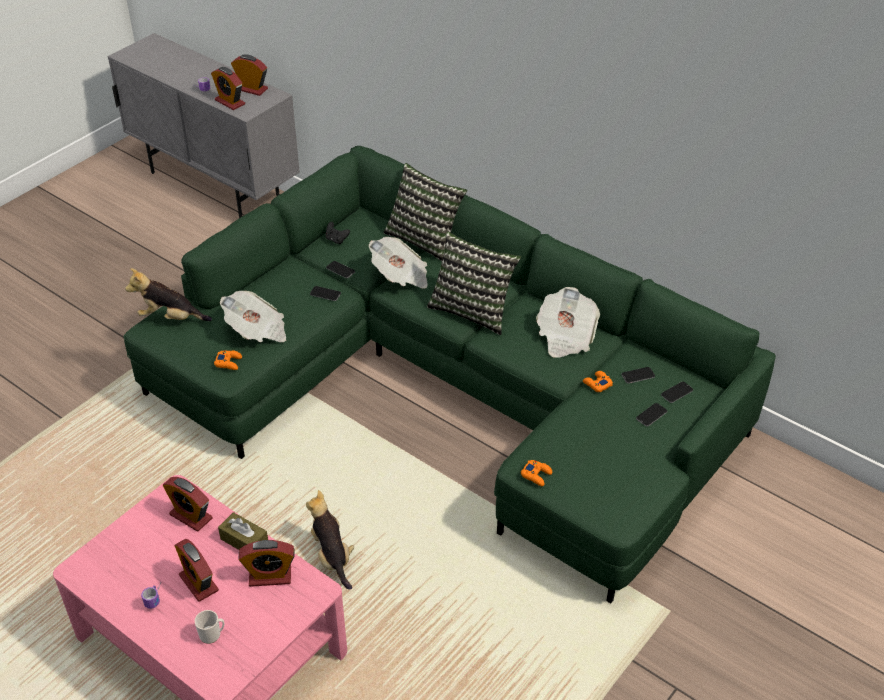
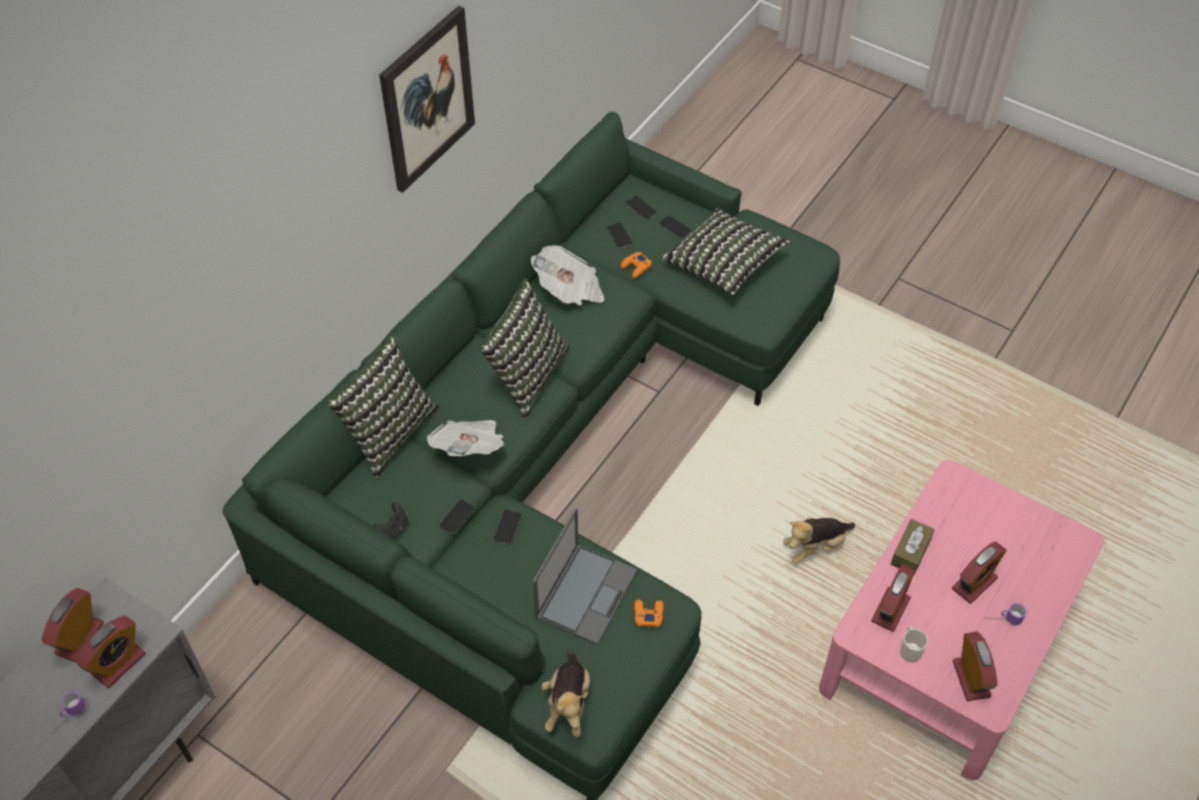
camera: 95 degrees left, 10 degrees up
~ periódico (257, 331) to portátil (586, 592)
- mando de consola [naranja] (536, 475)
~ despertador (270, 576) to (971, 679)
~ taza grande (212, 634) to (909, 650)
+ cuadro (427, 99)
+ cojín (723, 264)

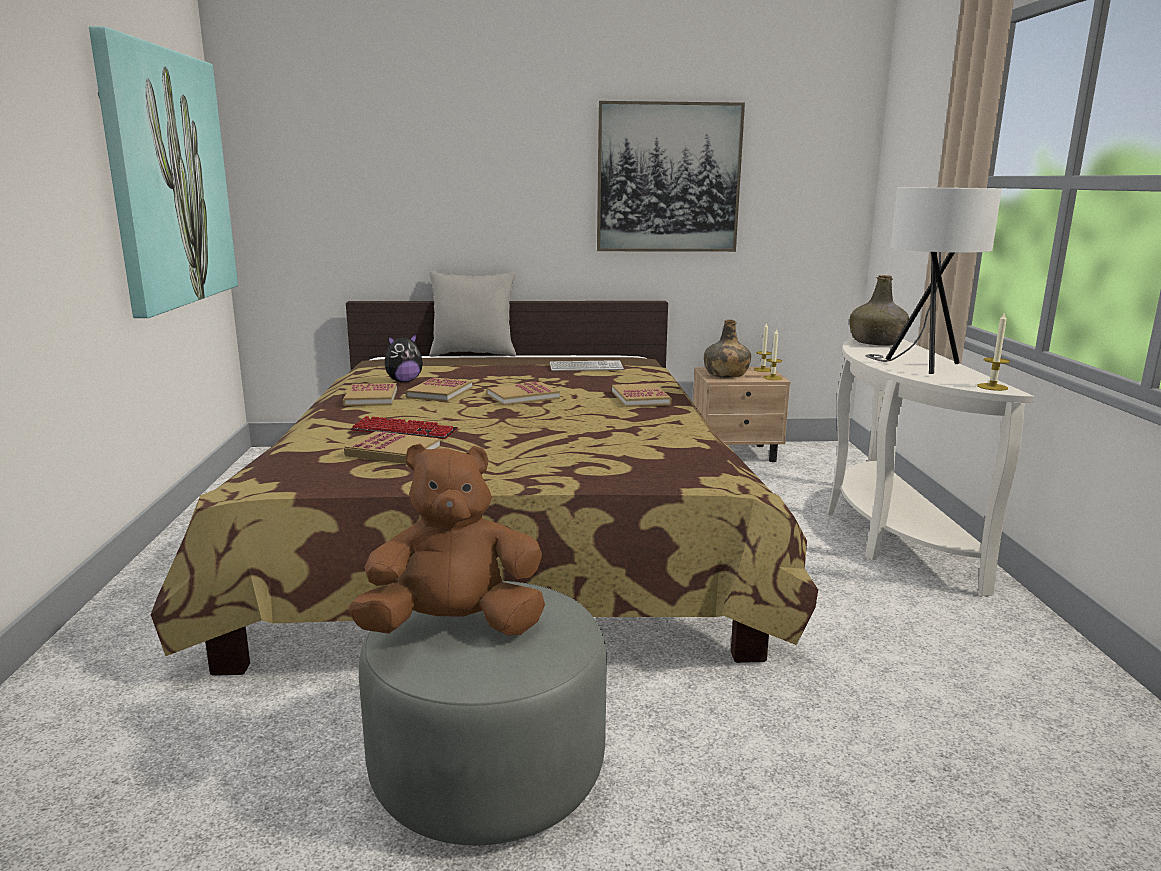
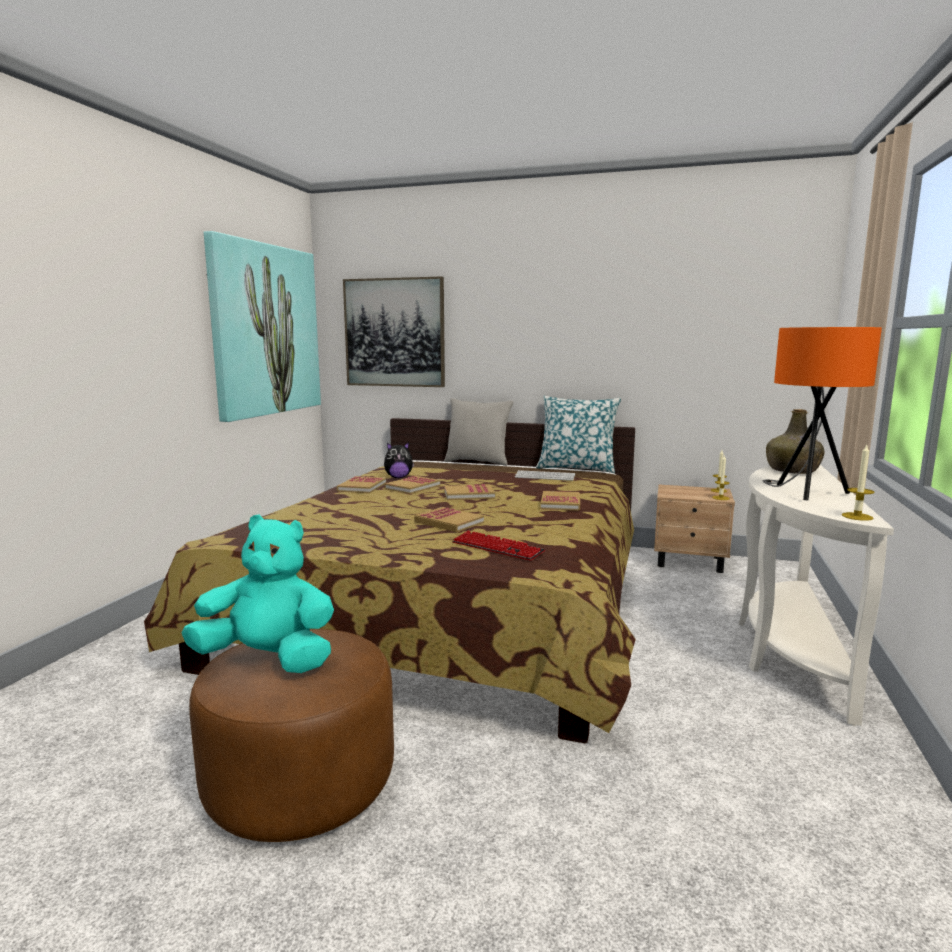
camera: 20 degrees right, 5 degrees down
~ cuadro (668, 178) to (394, 333)
~ lámpara de mesa [blanco] (920, 366) to lámpara de mesa [naranja] (806, 493)
- botella [verde] (725, 374)
~ teclado (404, 431) to (497, 548)
~ libro (393, 452) to (449, 522)
~ peluche [marrón] (454, 627) to peluche [turquesa] (269, 659)
~ puf [gris] (488, 771) to puf [marrón] (301, 783)
+ cojín (576, 468)

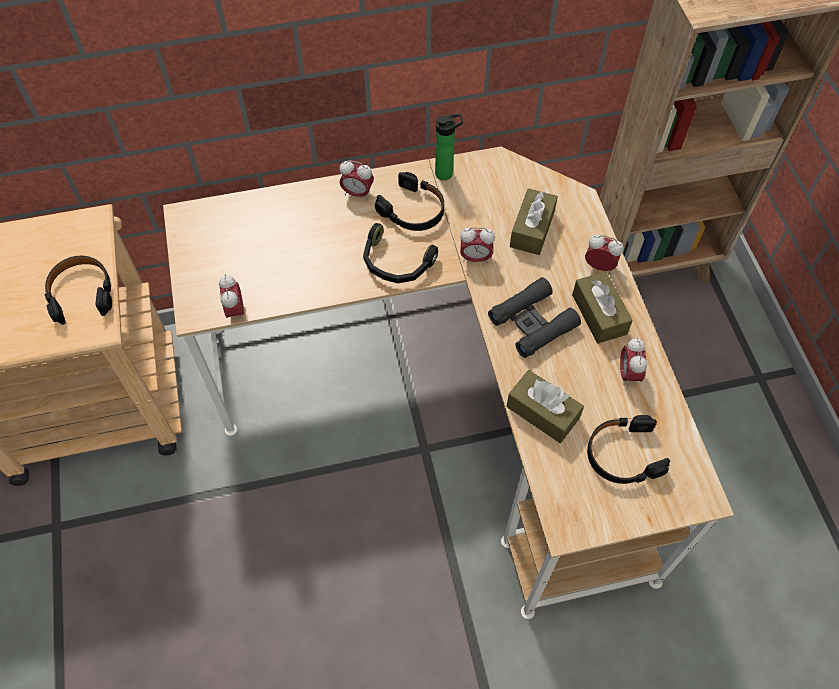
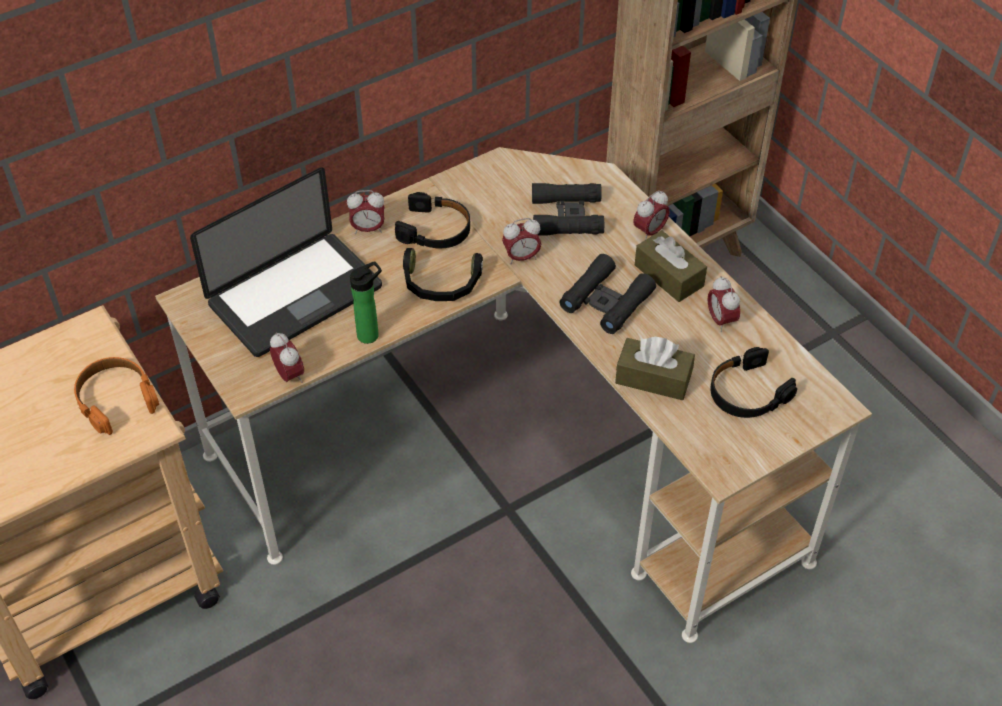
camera: 20 degrees left, 10 degrees down
~ botella (446, 173) to (371, 334)
~ caja de pañuelos [marrón] (532, 229) to prismáticos [negro] (567, 216)
~ despertador (599, 266) = (649, 232) 135 degrees clockwise
~ auriculares [negro] (82, 293) to auriculares [naranja] (115, 399)
+ portátil (295, 296)

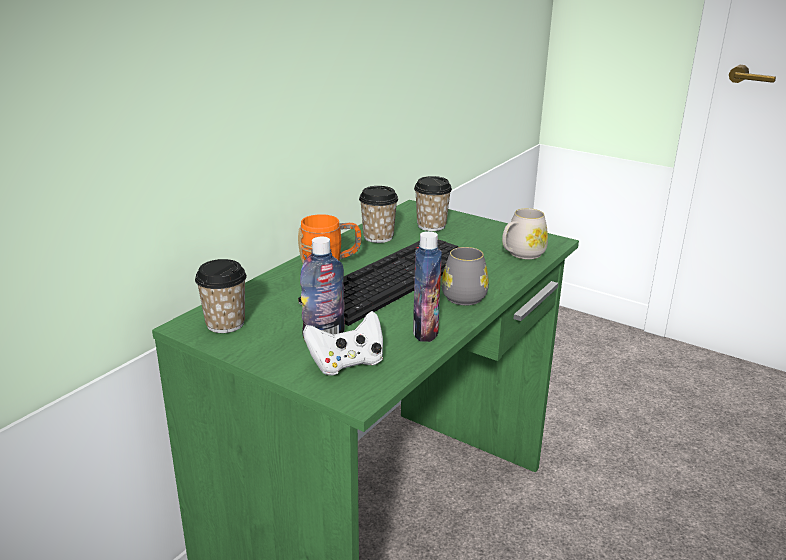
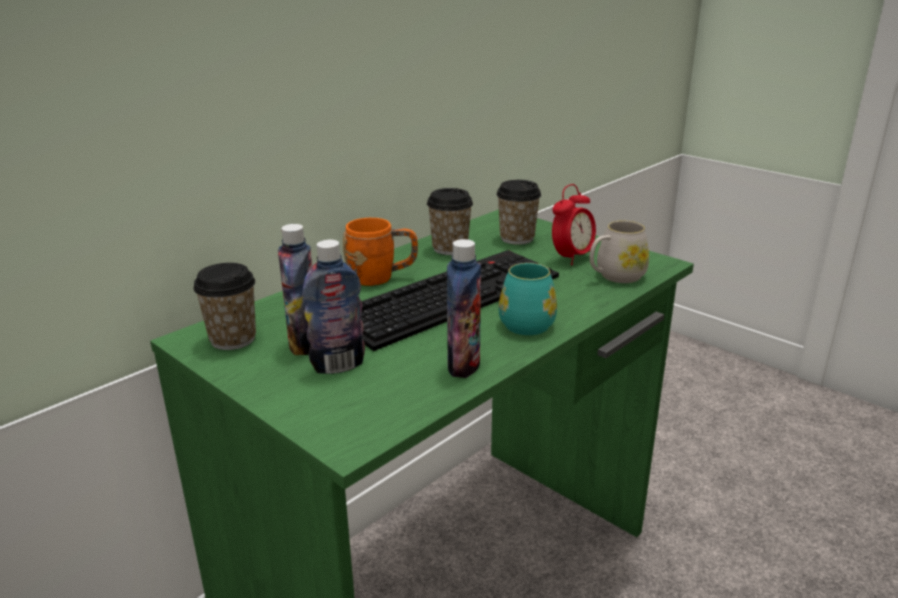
camera: 10 degrees right, 0 degrees up
~ taza grande [gris] (464, 294) to taza grande [turquesa] (528, 321)
- mando de consola [blanco] (347, 363)
+ despertador (572, 258)
+ botella (304, 344)

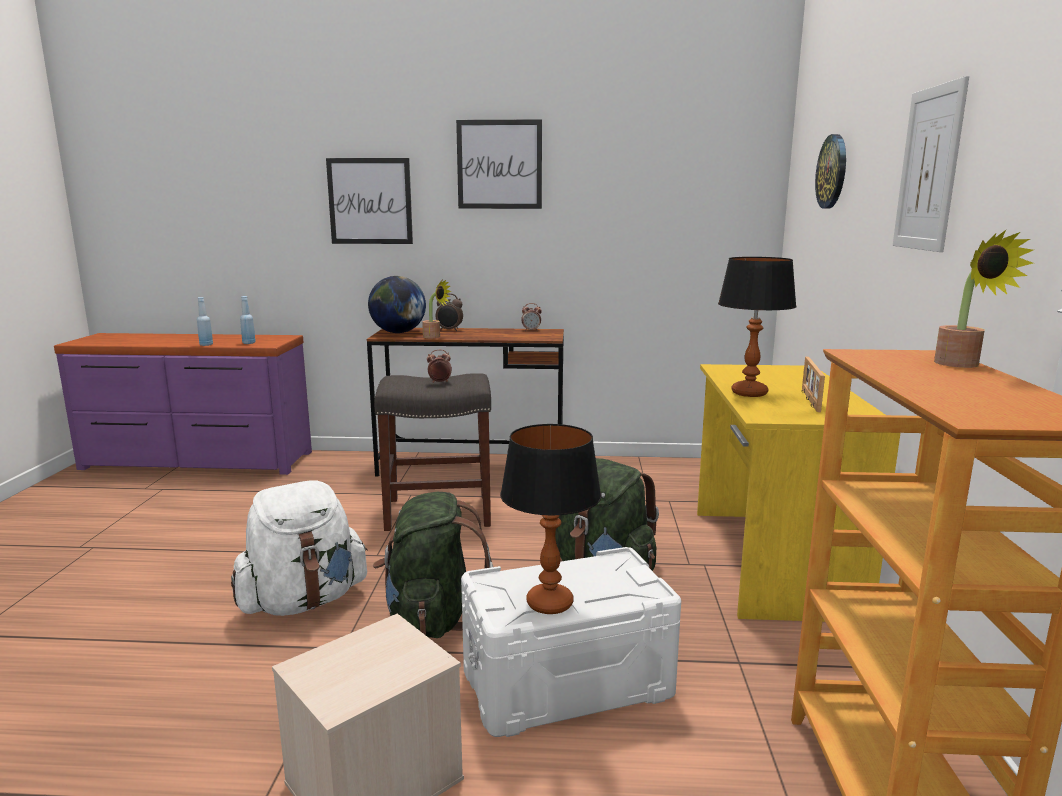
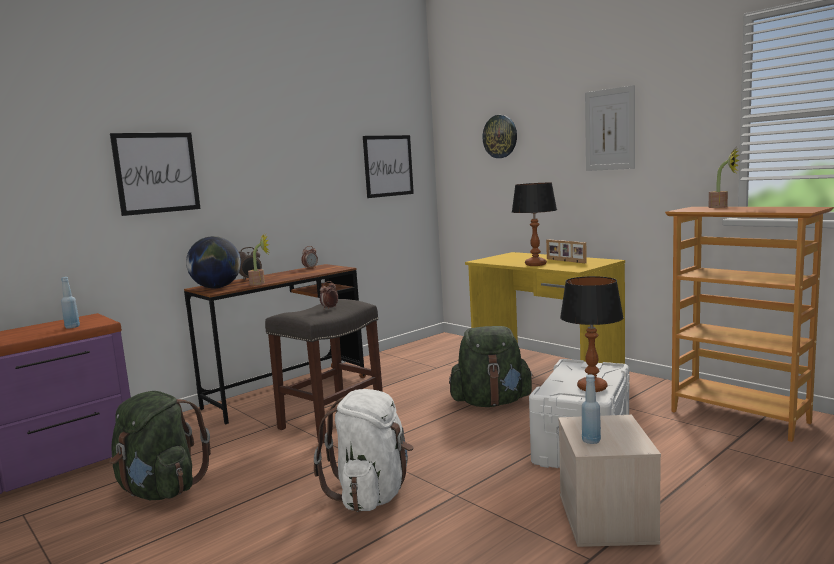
camera: 45 degrees left, 5 degrees down
~ cuadro (499, 164) to (388, 166)
~ botella [azul] (206, 345) to (591, 441)
~ mochila [verde] (432, 618) to (160, 490)

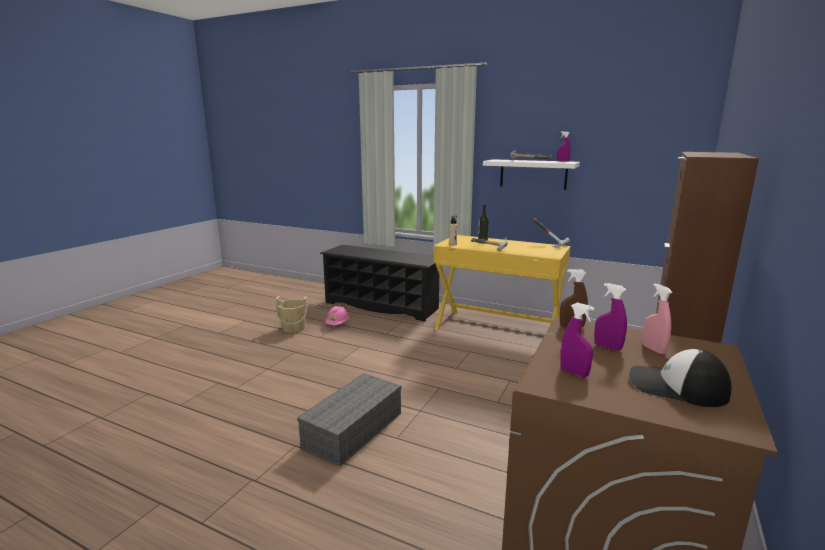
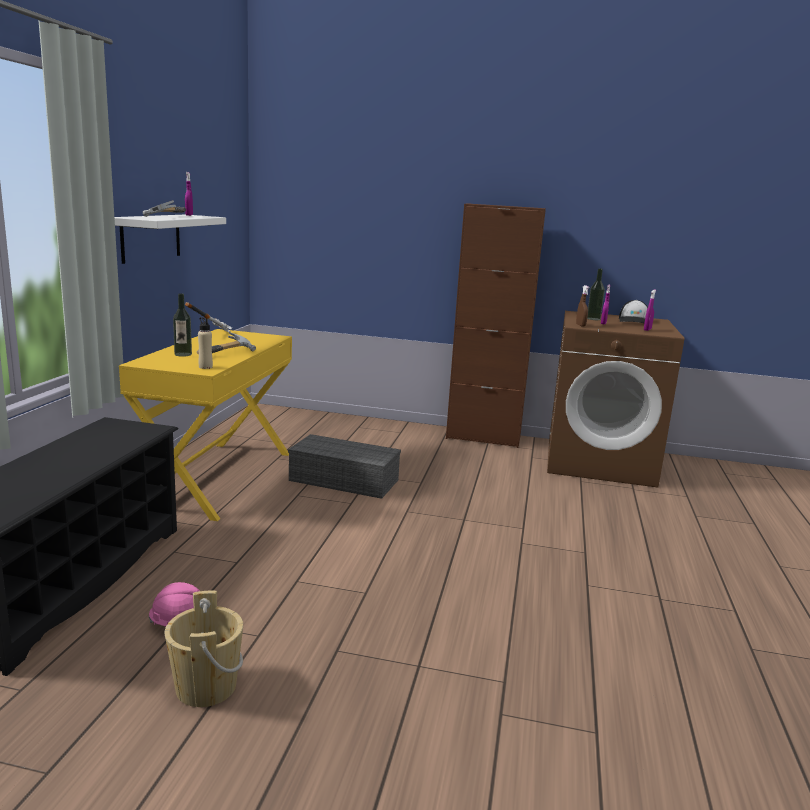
camera: 105 degrees left, 0 degrees up
~ pulverizador [rosa] (653, 349) to botella (593, 319)
~ caja de almacenaje [gris] (353, 430) to (346, 480)

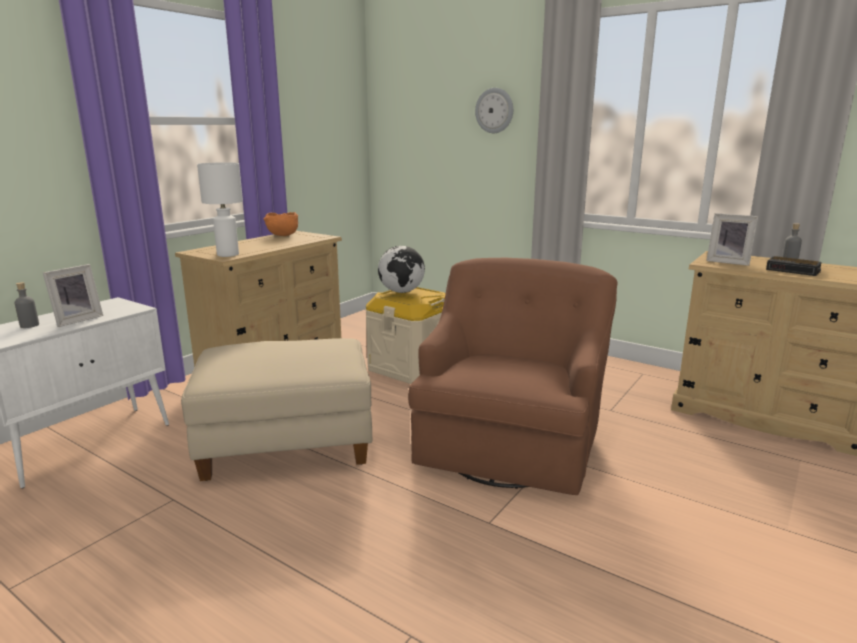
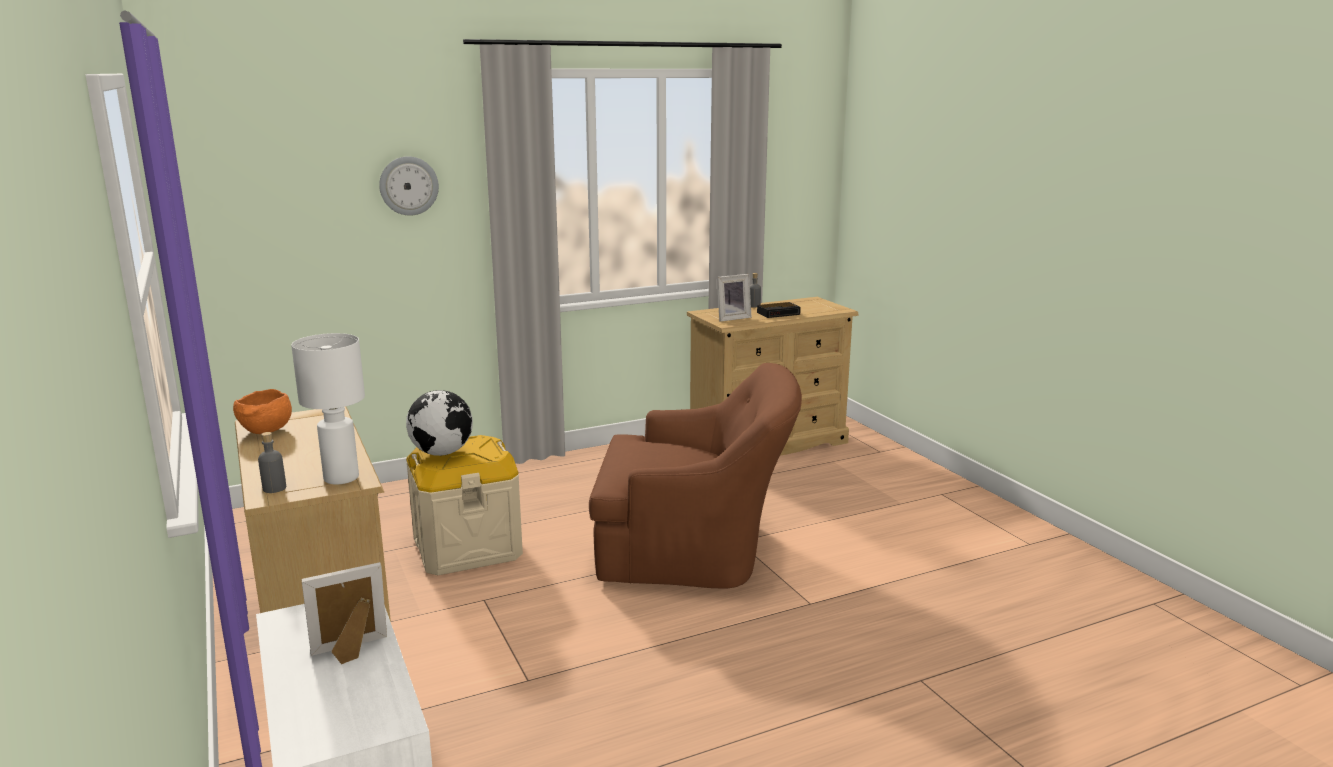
camera: 60 degrees left, 0 degrees up
~ sillón [marrón] (510, 441) = (696, 550) 135 degrees clockwise
~ portarretratos (76, 320) = (351, 652) 90 degrees counterclockwise
~ botella [gris] (29, 325) to (274, 488)
- puf [beis] (287, 443)

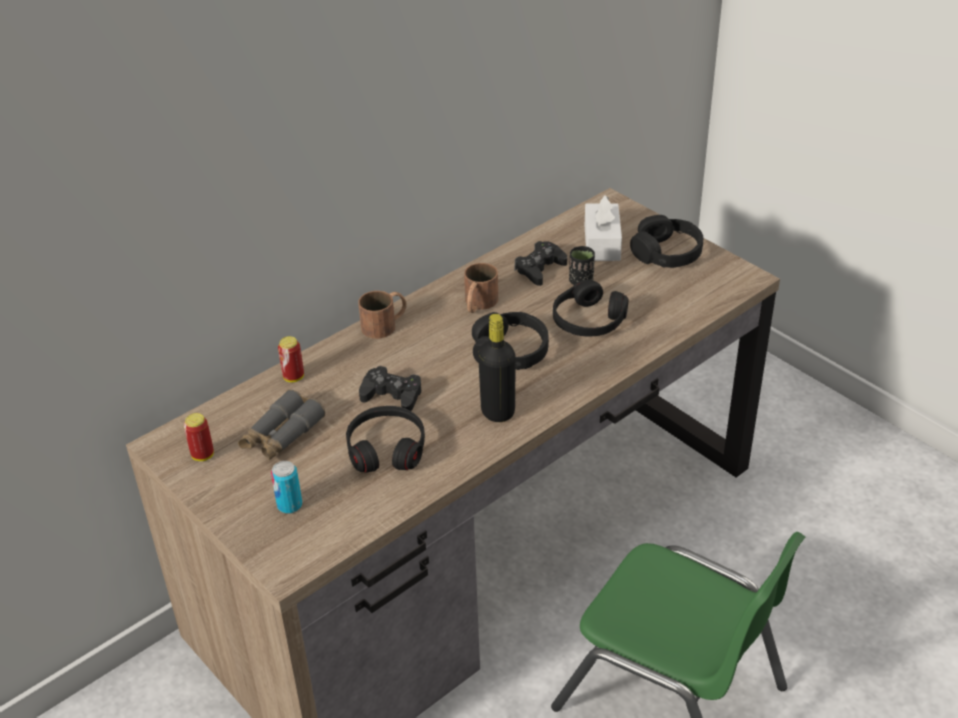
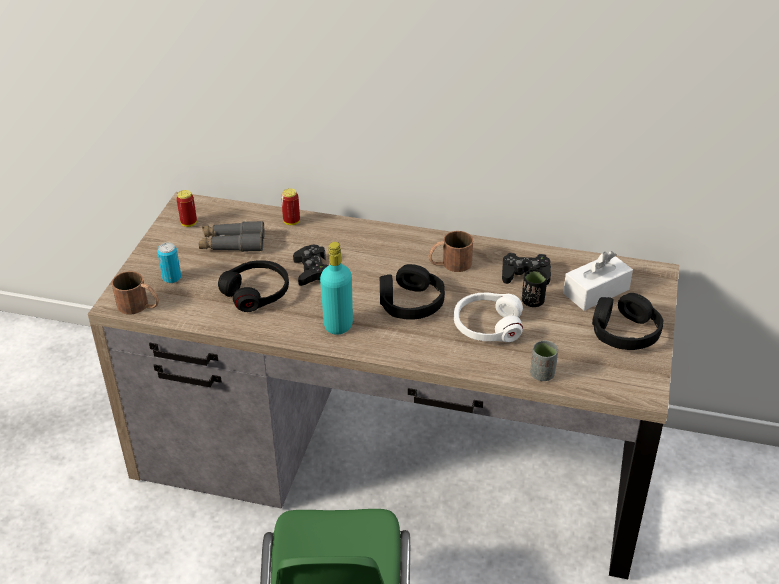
camera: 55 degrees right, 0 degrees up
~ auriculares [negro] (588, 321) to auriculares [blanco] (487, 326)
~ taza grande [marrón] (385, 324) to (139, 306)
~ botella [negro] (498, 412) to botella [turquesa] (338, 325)
+ taza [gris] (542, 374)

